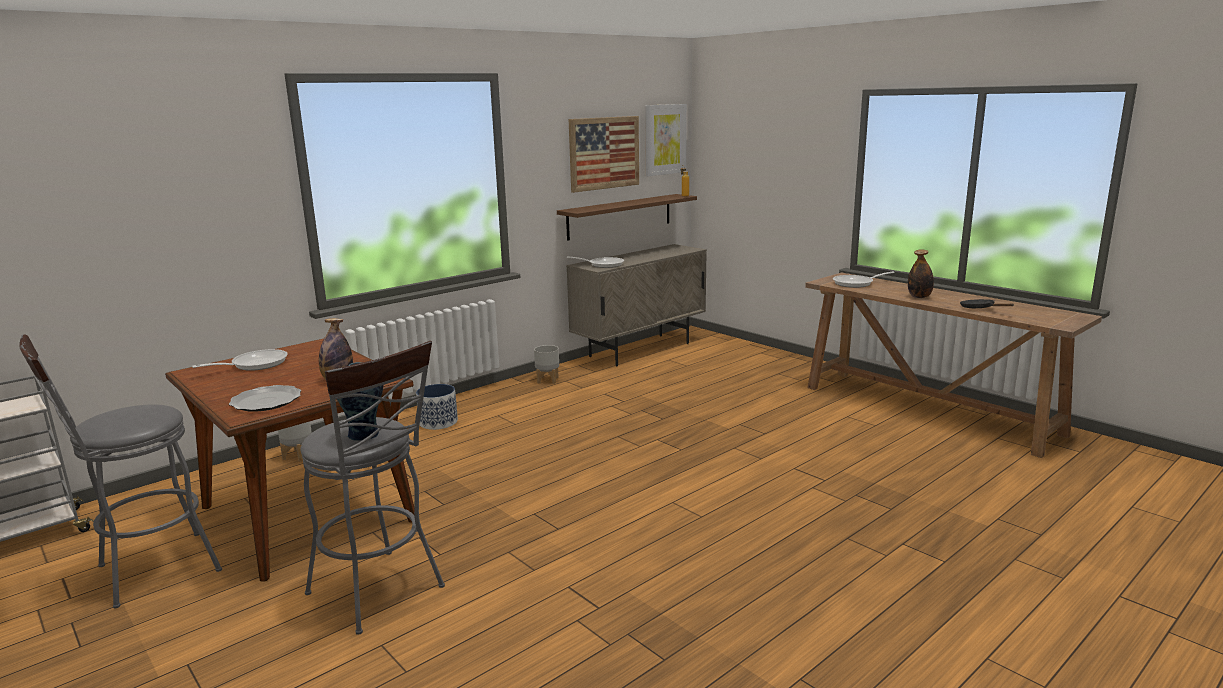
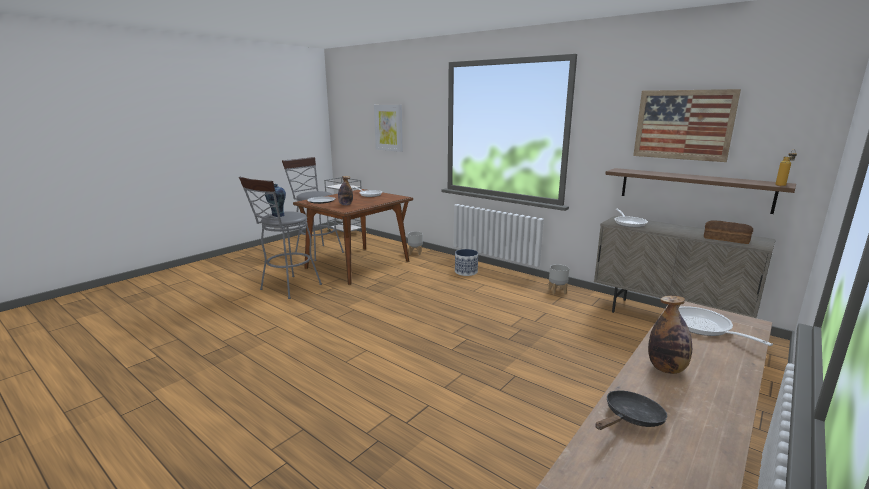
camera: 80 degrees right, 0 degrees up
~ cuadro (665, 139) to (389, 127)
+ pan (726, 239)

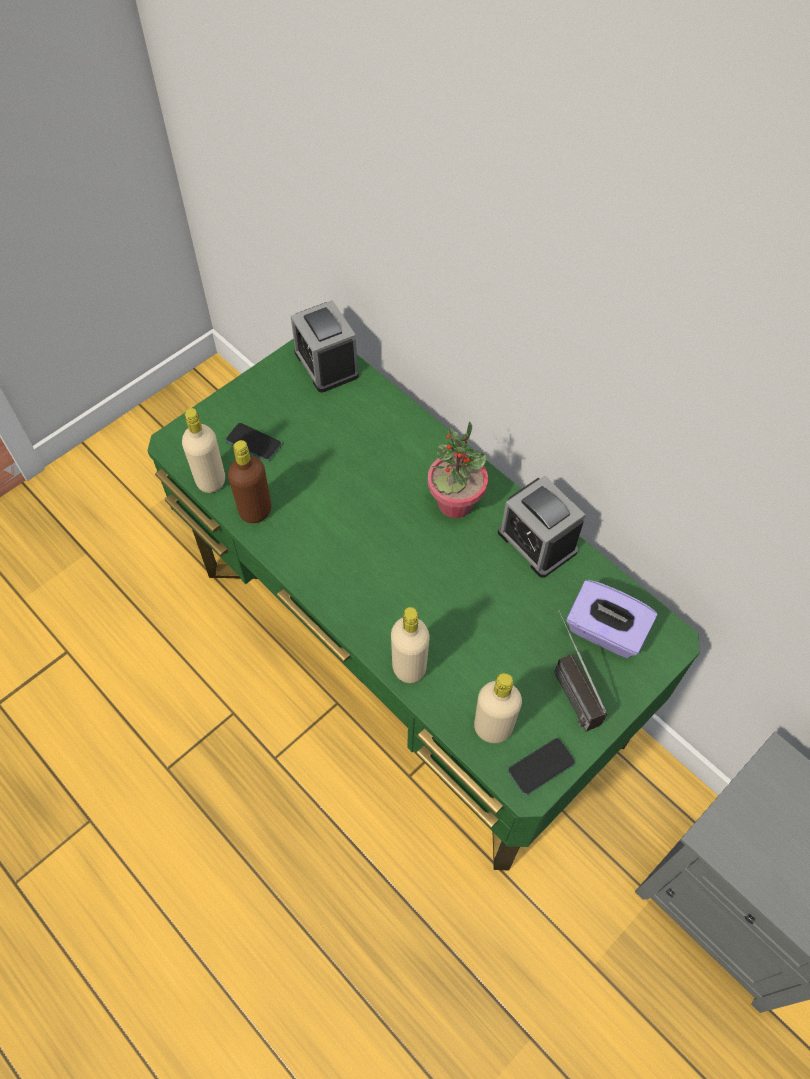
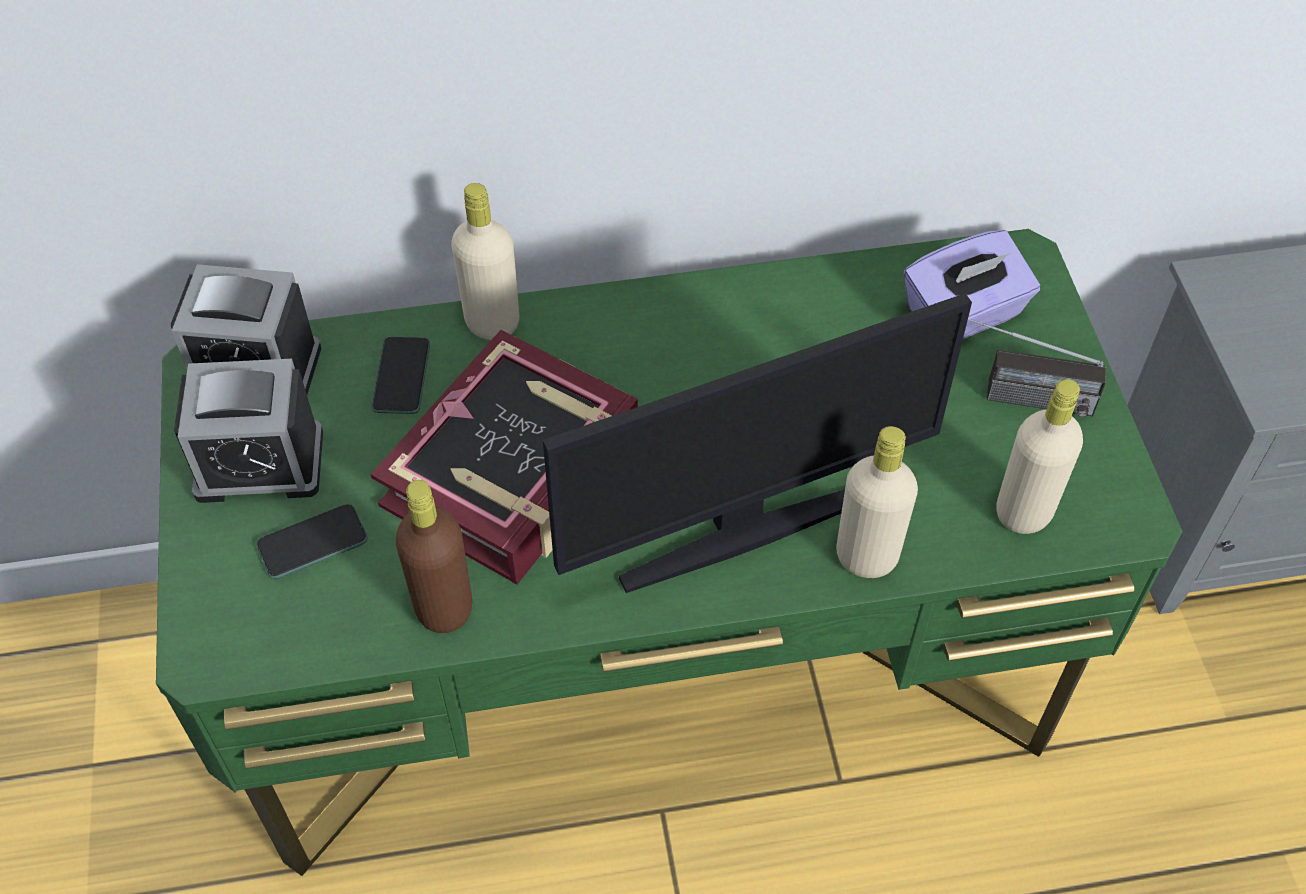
camera: 55 degrees left, 5 degrees down
~ botella [beis] (210, 480) to (492, 322)
- planta en maceta (454, 503)
~ despertador (537, 541) to (259, 463)
~ móvil (541, 766) to (401, 376)
+ monitor (743, 531)
+ libro (513, 471)

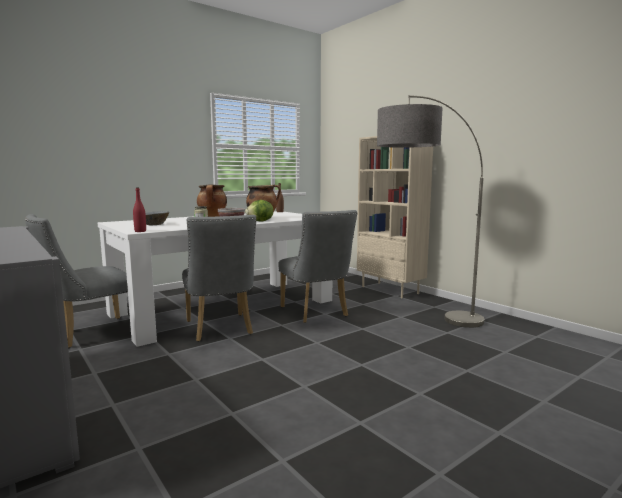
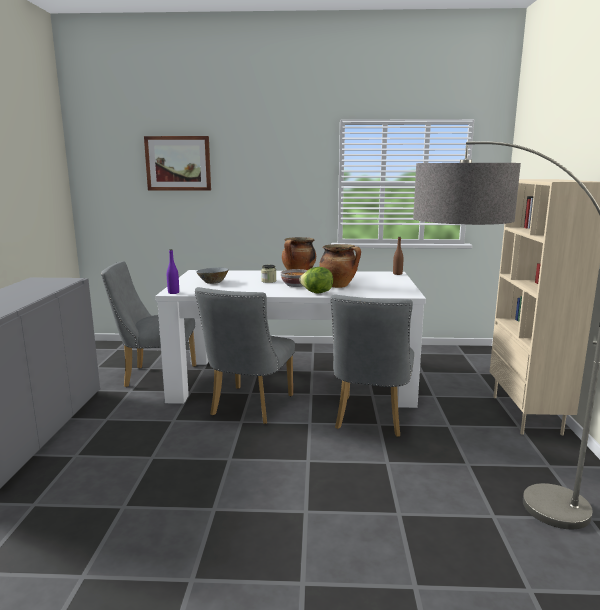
camera: 40 degrees right, 5 degrees up
~ botella [rojo] (140, 231) to botella [morado] (173, 293)
+ cuadro (178, 163)

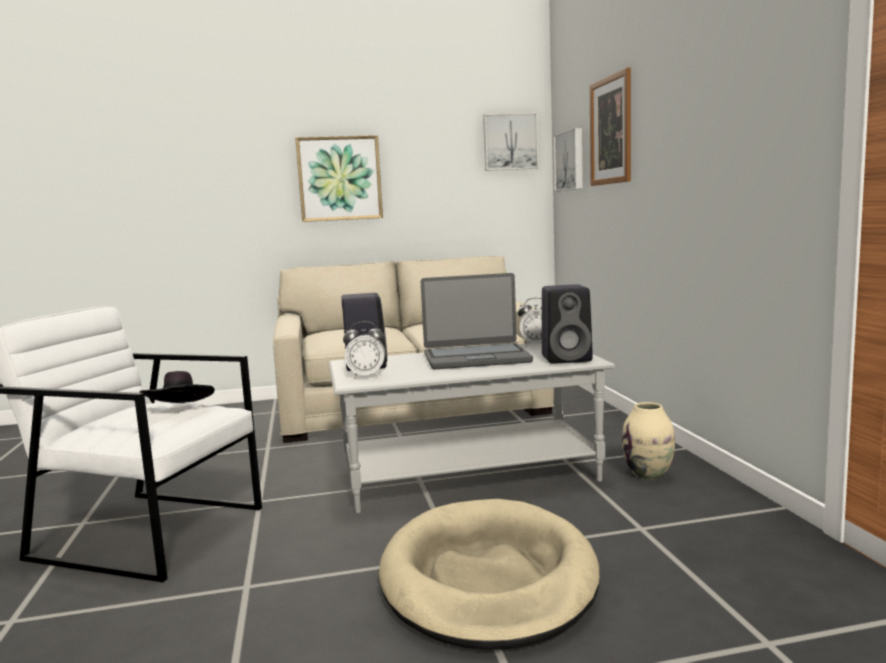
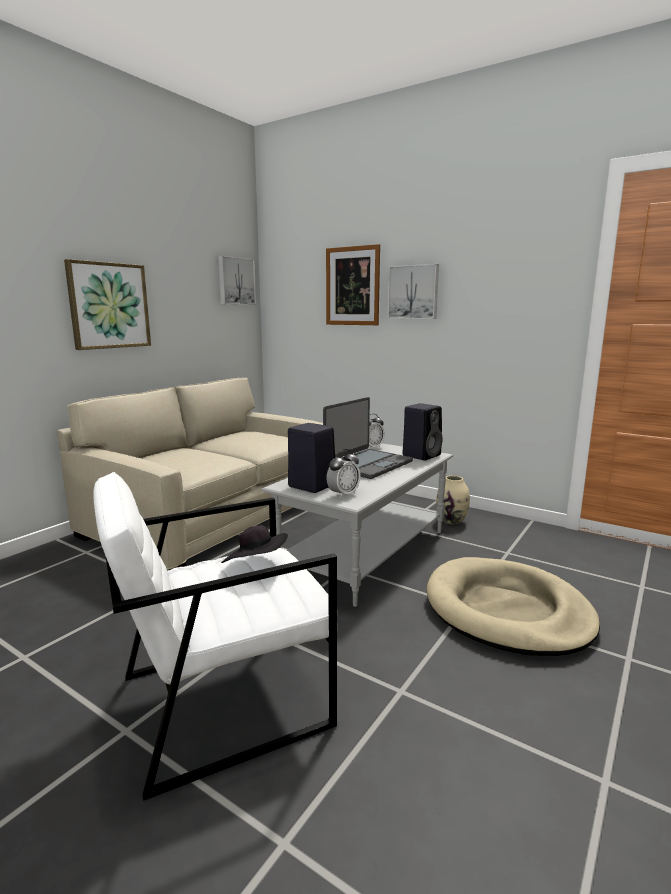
camera: 45 degrees left, 5 degrees up
~ cuadro (570, 161) to (413, 292)

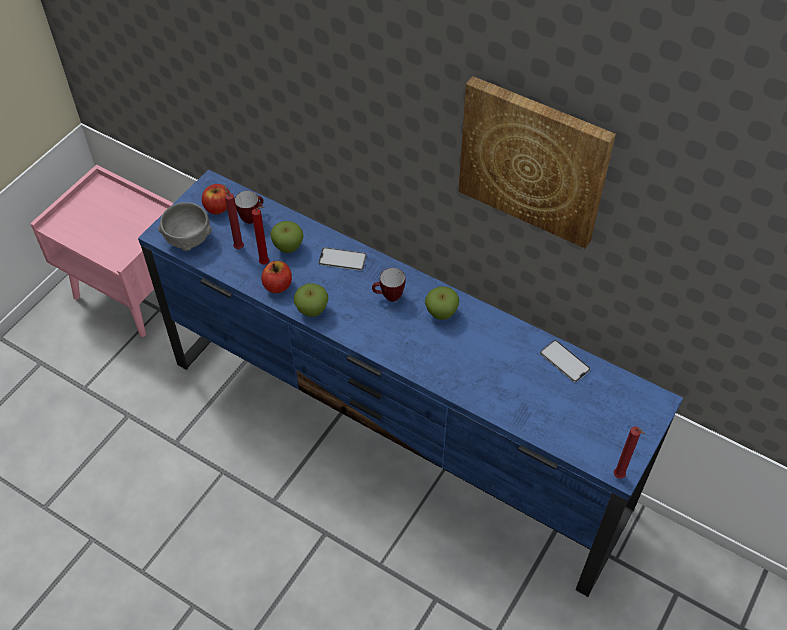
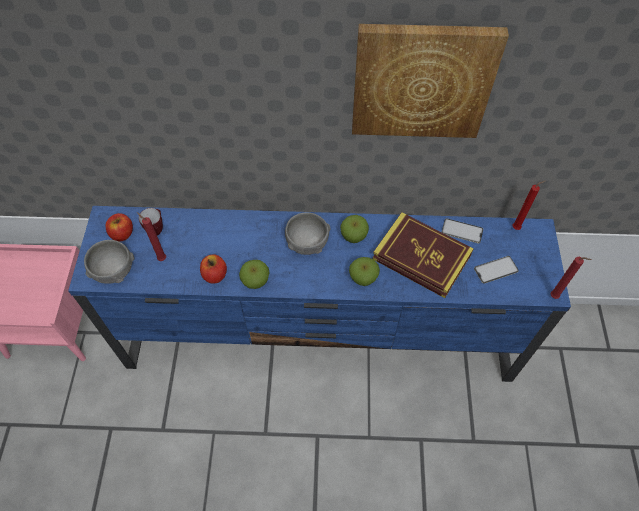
camera: 30 degrees left, 5 degrees up
~ vela [rojo] (266, 263) to (517, 228)
~ manzana (288, 247) to (363, 279)
~ móvil (342, 259) to (496, 269)
~ taza grande (388, 297) to cuenco [gris] (307, 243)
+ libro (421, 257)

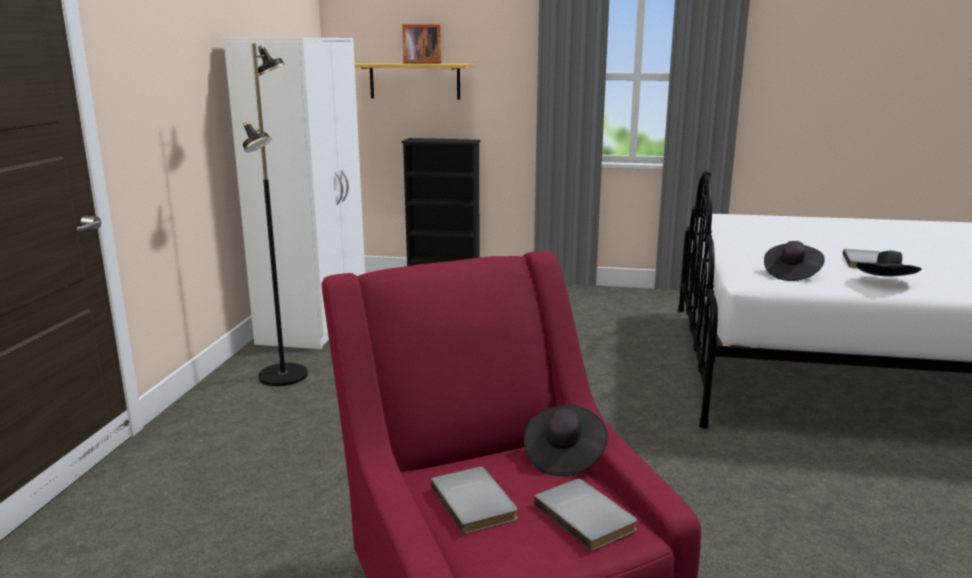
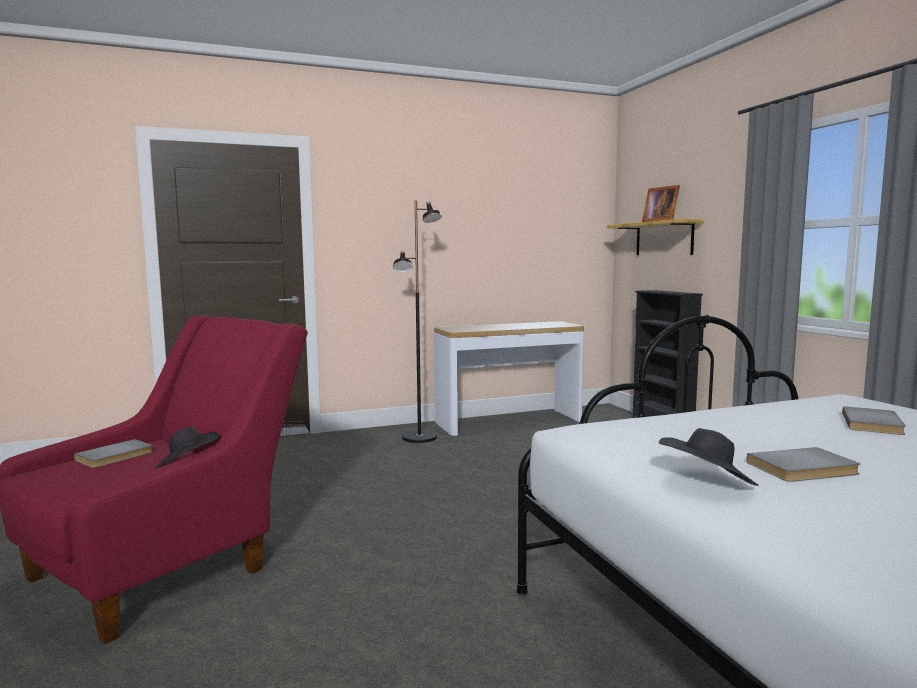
camera: 60 degrees right, 10 degrees down
~ armario ropero [blanco] (315, 323) to mesa consola (509, 422)
- sombrero [negro] (791, 274)
~ libro [gris] (587, 515) to (874, 424)

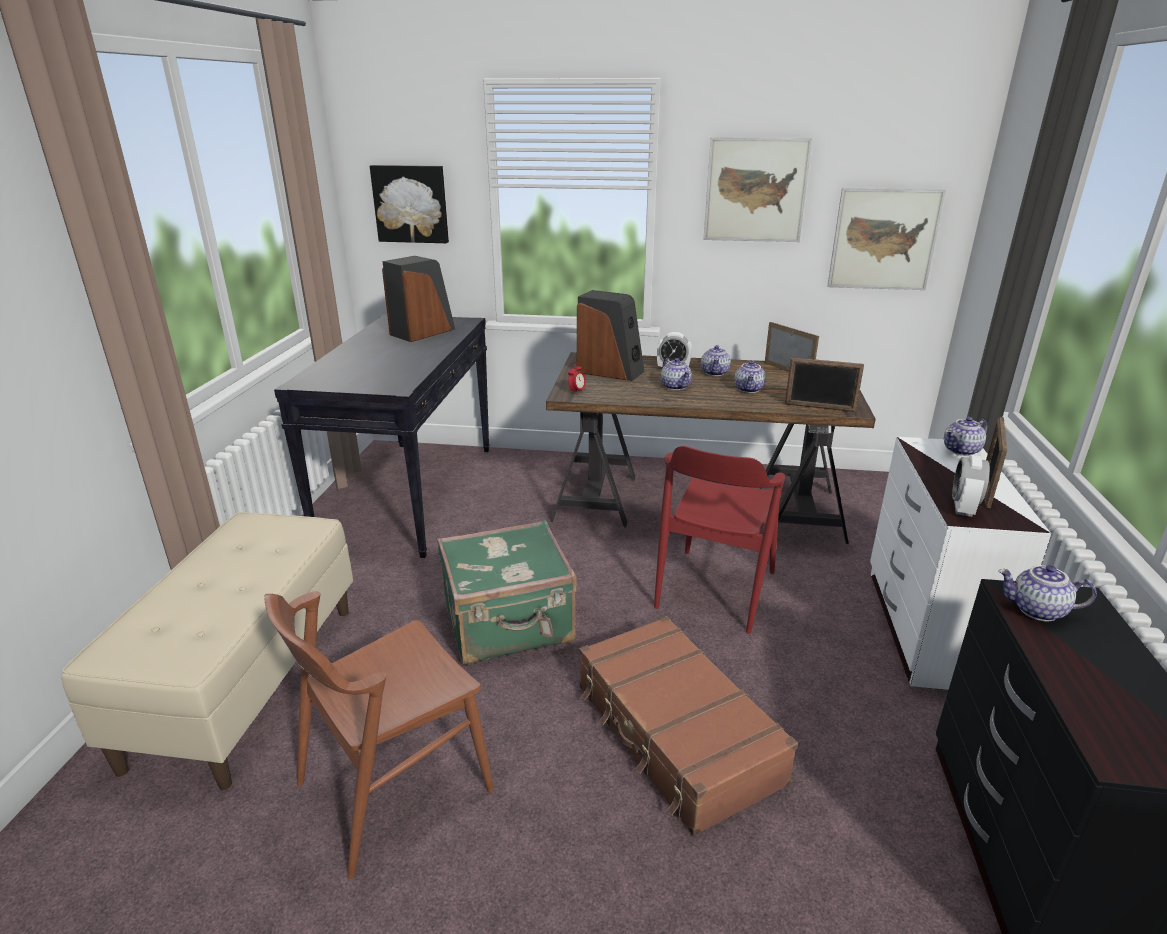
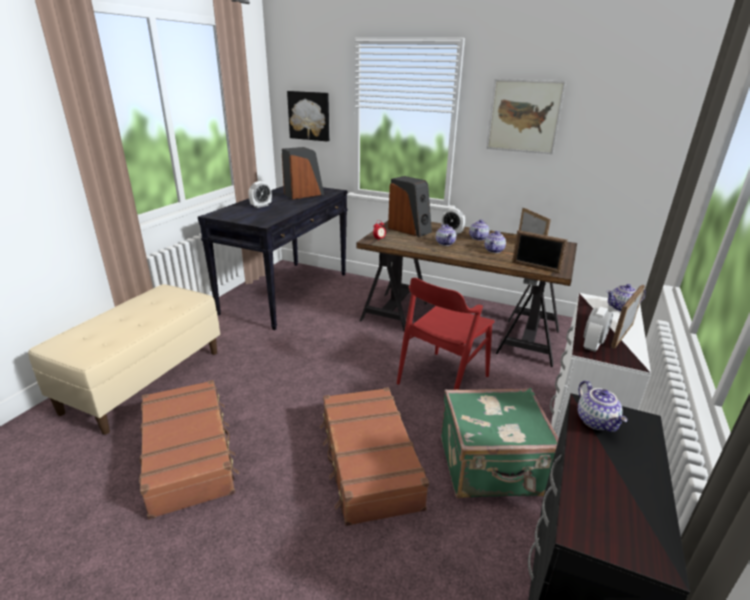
camera: 15 degrees right, 0 degrees up
- cuadro (884, 239)
~ maleta [verde] (509, 625) to (492, 468)
~ tetera (1037, 611) = (597, 421) 135 degrees counterclockwise
~ silla [marrón] (393, 786) to maleta [marrón] (189, 453)
+ despertador (261, 206)

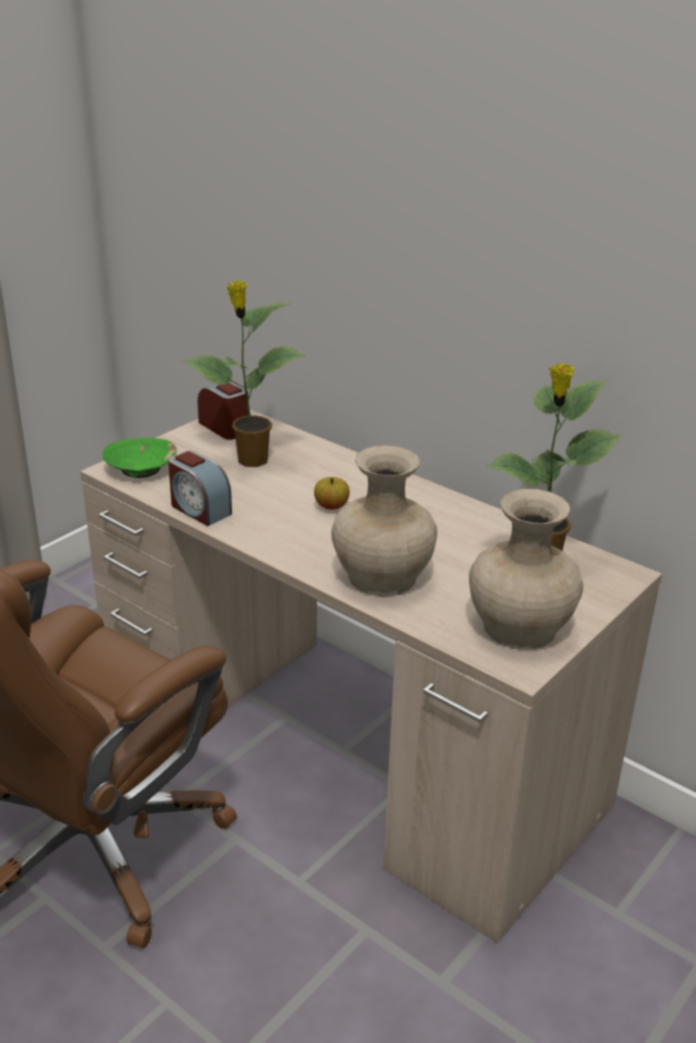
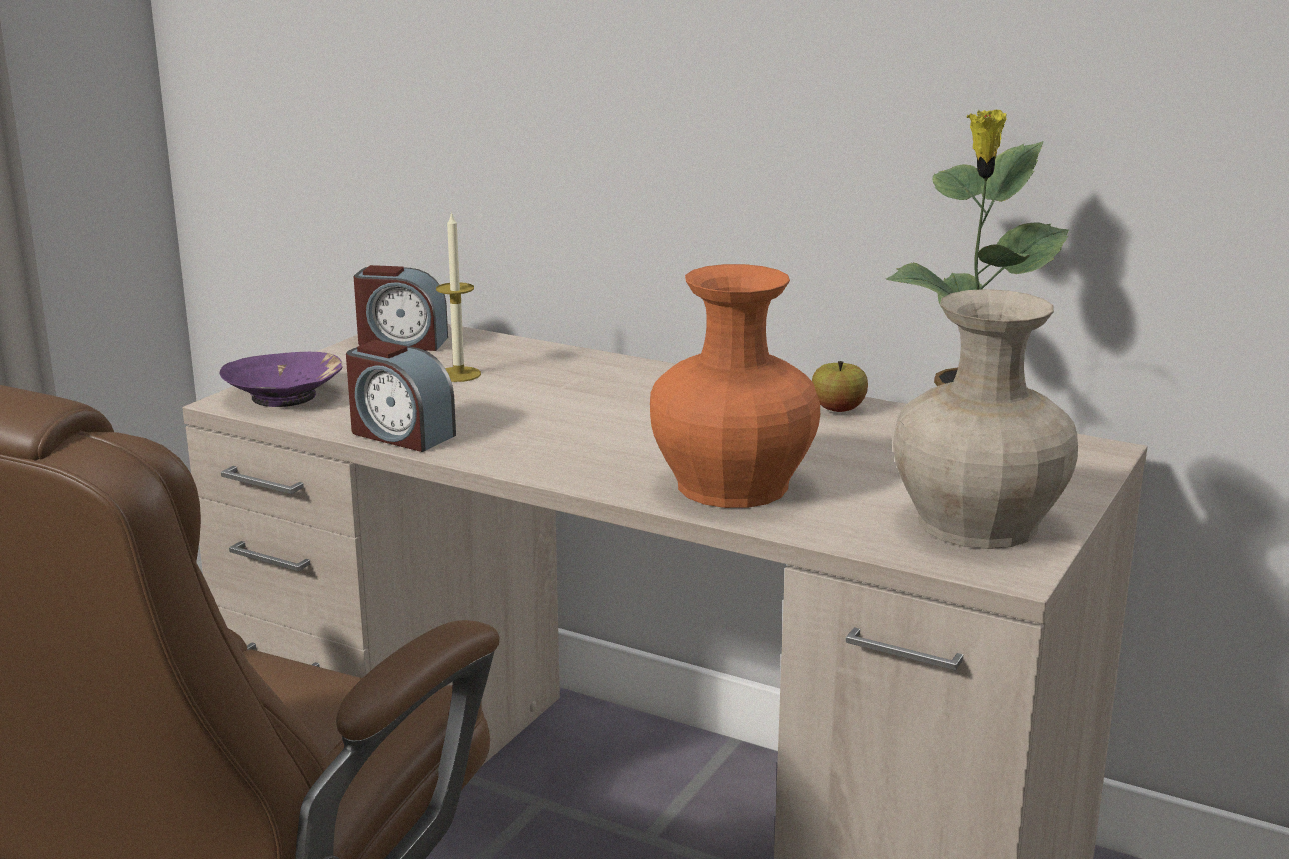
camera: 10 degrees left, 10 degrees down
~ planta en maceta (251, 460) to vela (459, 374)
~ despertador (225, 428) = (402, 342) 150 degrees clockwise
~ cuenco [verde] (141, 469) to cuenco [morado] (284, 396)
~ florero [beis] (381, 577) to florero [naranja] (732, 486)
~ manzana (331, 506) to (838, 409)

